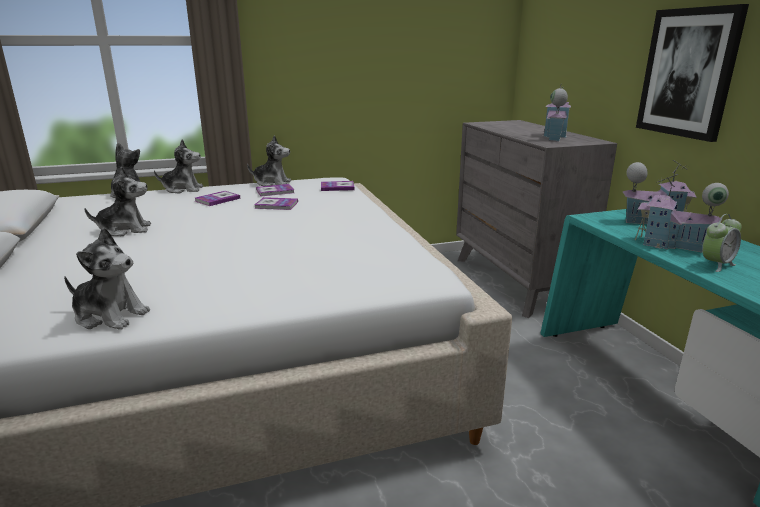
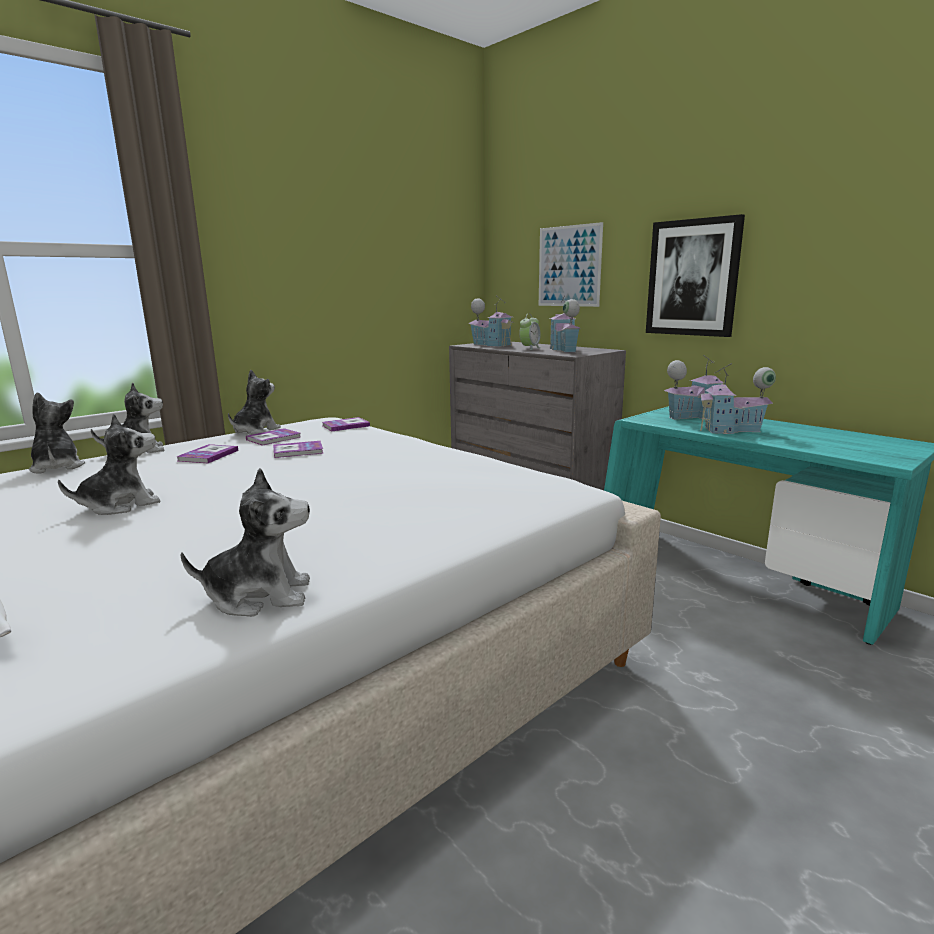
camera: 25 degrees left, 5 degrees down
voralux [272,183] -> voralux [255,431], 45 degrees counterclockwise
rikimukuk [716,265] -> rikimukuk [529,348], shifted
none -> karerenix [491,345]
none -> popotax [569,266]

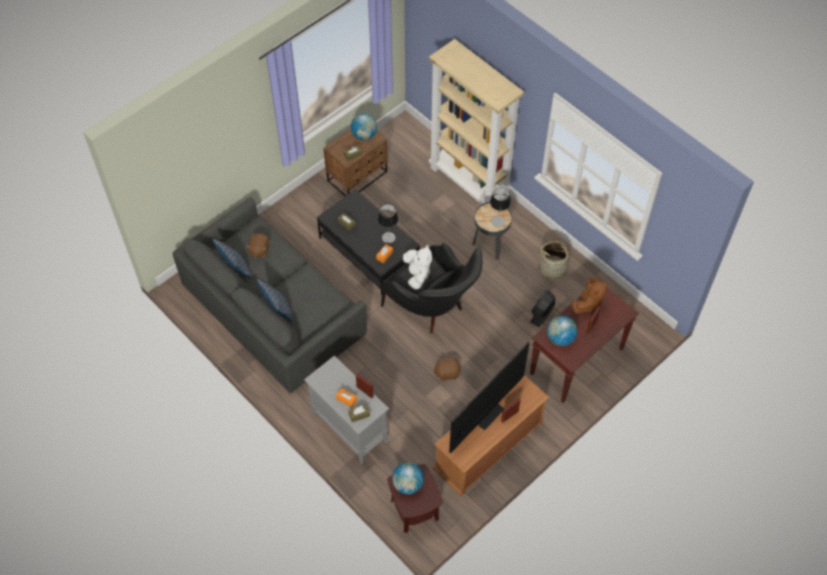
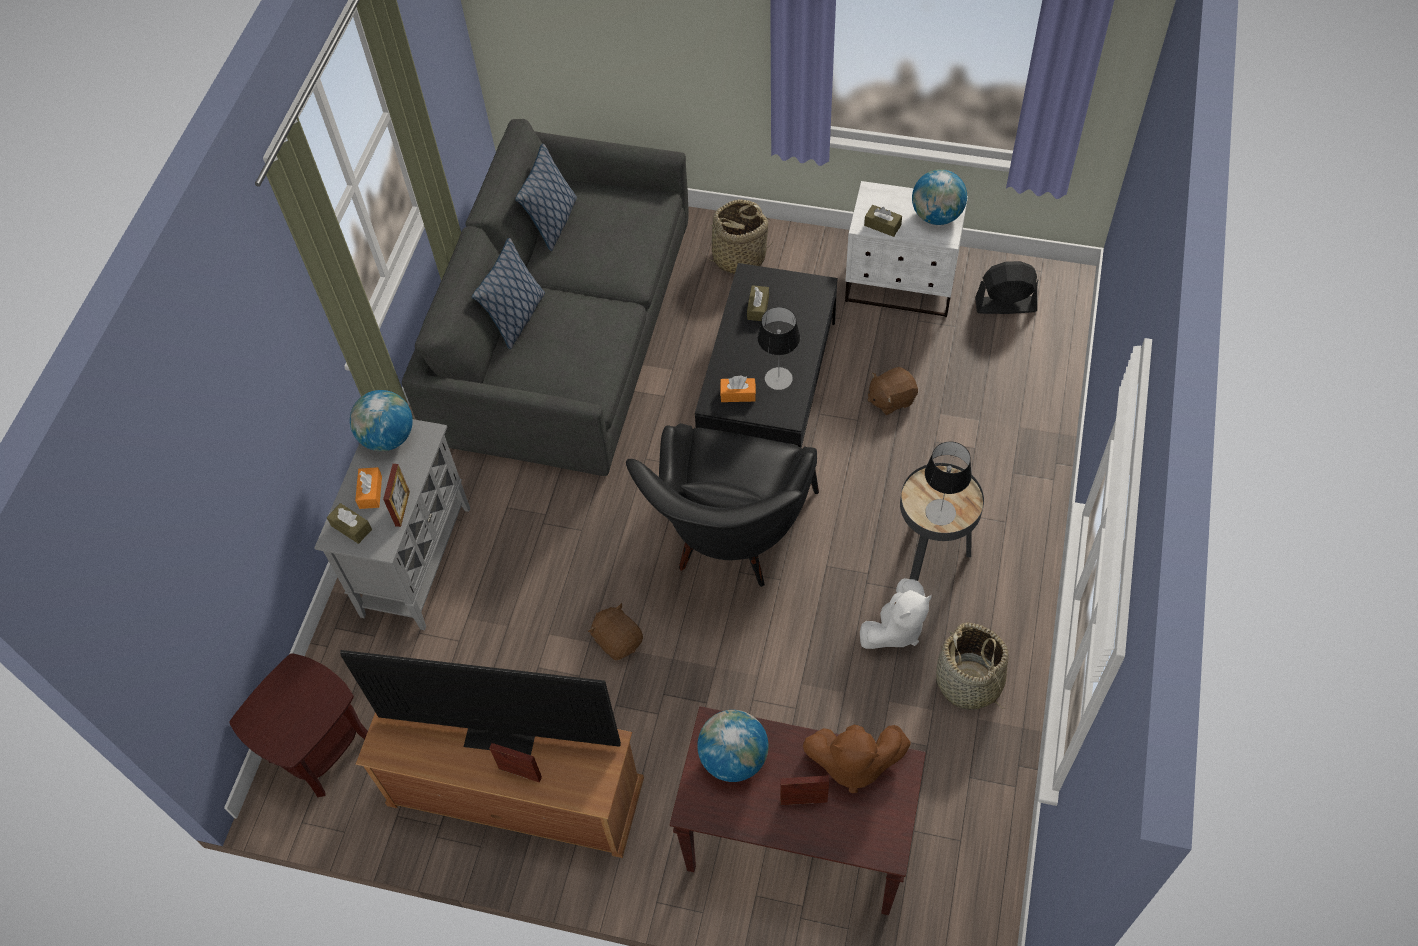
camera: 60 degrees right, 0 degrees up
voralux (brown) [259,250] -> voralux (brown) [891,399], shifted
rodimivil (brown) [358,177] -> rodimivil (white) [901,286]
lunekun [408,484] -> lunekun [388,437], shifted
voralux (white) [417,274] -> voralux (white) [895,629], shifted
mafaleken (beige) [469,184] -> none
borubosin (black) [542,313] -> borubosin (black) [1005,305], shifted
none -> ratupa [739,257]

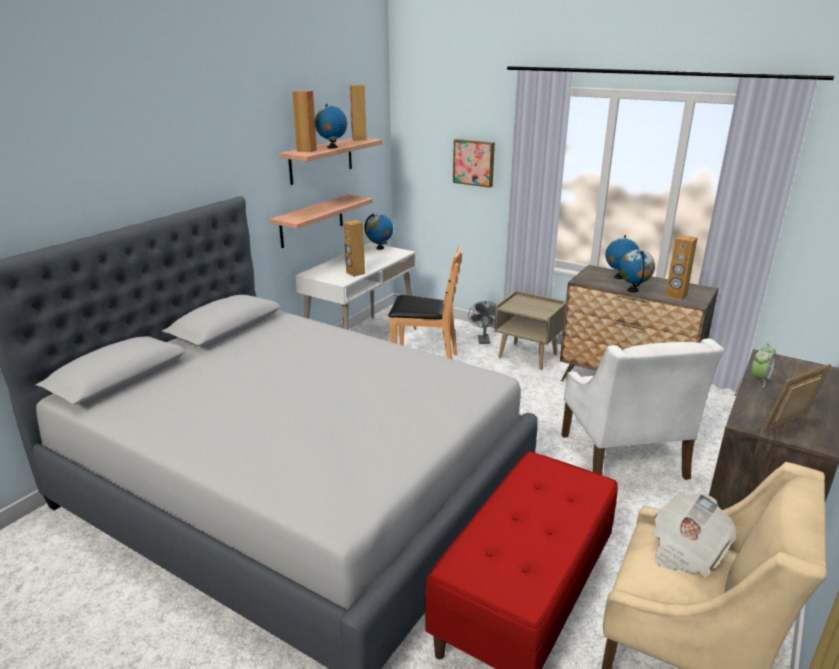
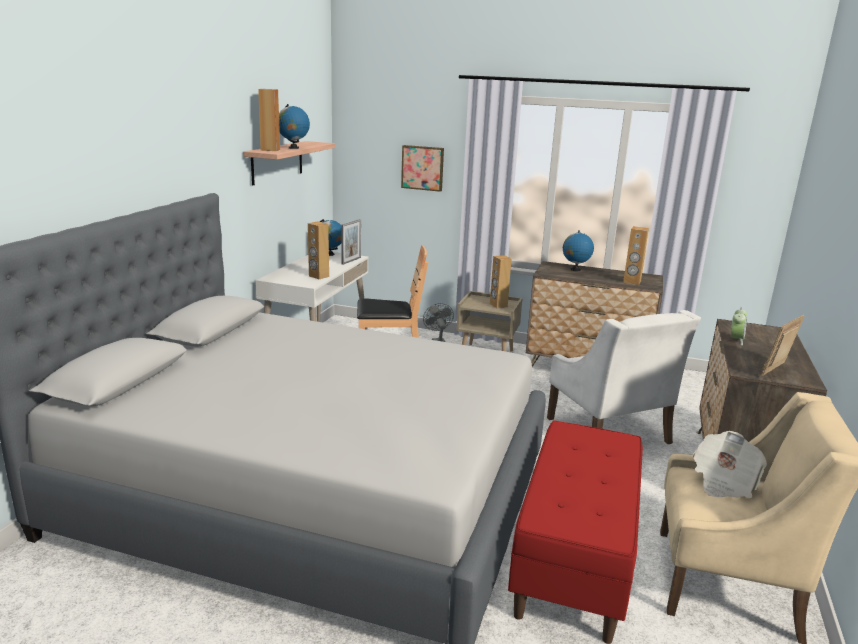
camera: 15 degrees left, 5 degrees down
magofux [312,221] -> none
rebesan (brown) [359,139] -> rebesan (brown) [498,305], shifted
lunekun [633,290] -> none
none -> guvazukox [351,261]

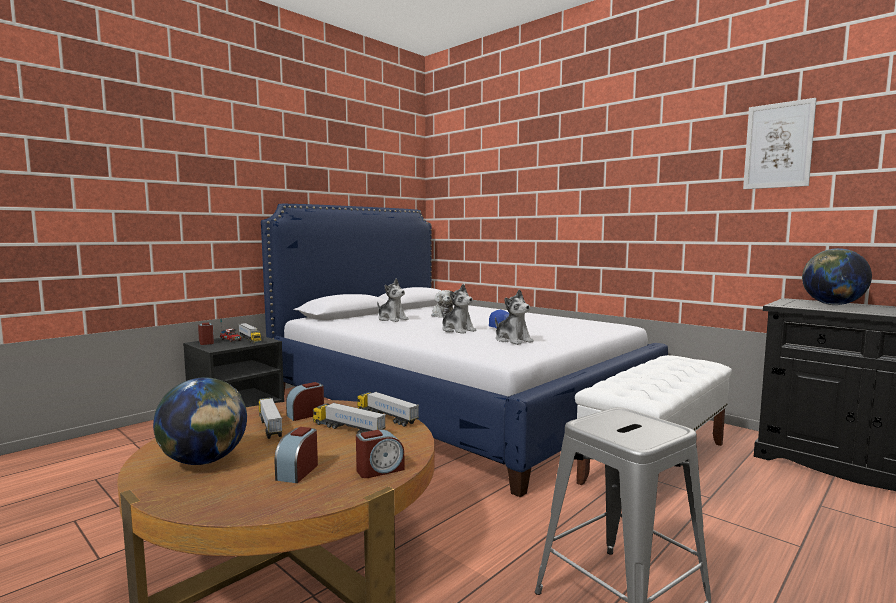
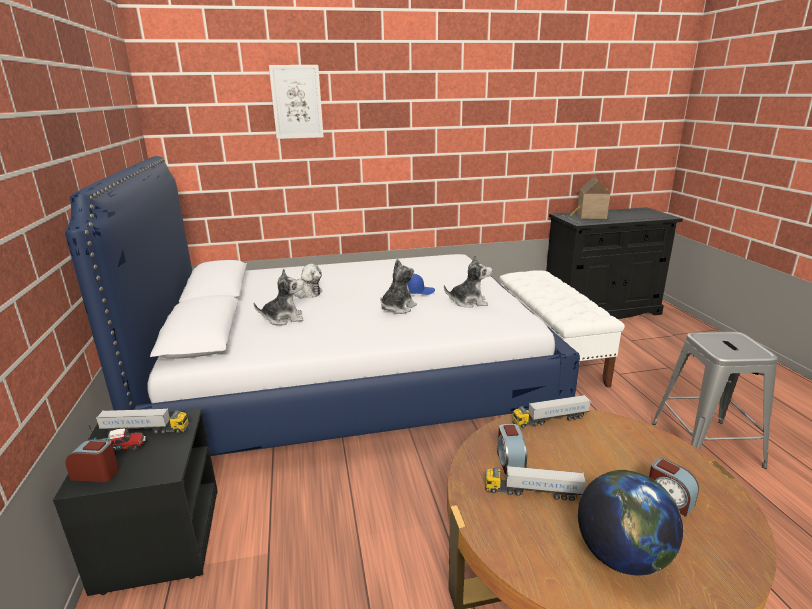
camera: 55 degrees left, 15 degrees up
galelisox [348,429] -> none
rikimukuk [380,470] -> none
voralux [457,330] -> voralux [397,308], 45 degrees counterclockwise
popotax [778,145] -> popotax [297,102], shifted
lunekun [833,305] -> karerenix [589,216]

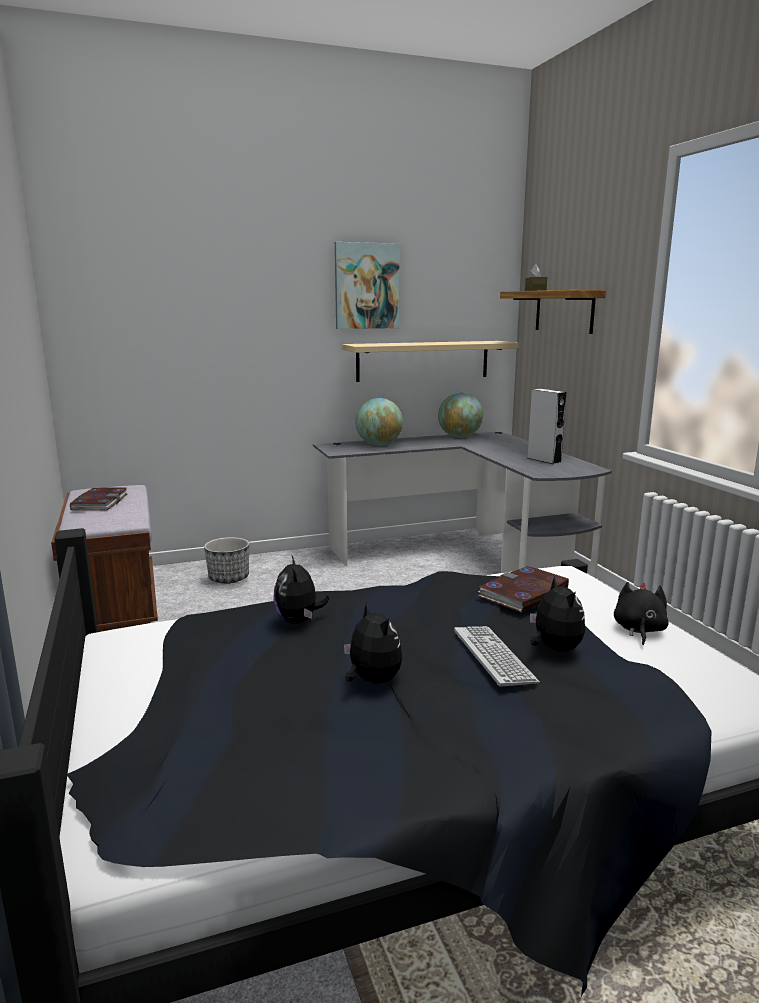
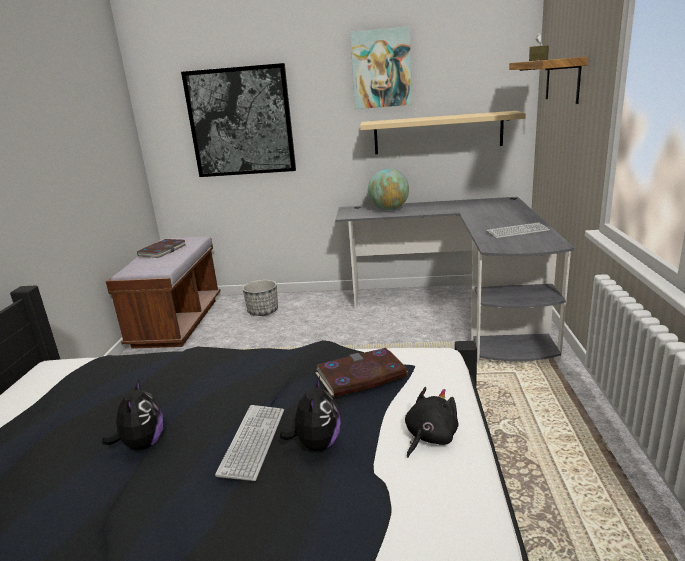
camera: 25 degrees right, 5 degrees up
voralux [299,621] -> none
lunekun [459,437] -> none
rebesan (grey) [544,460] -> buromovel [517,231]
none -> popotax [241,122]

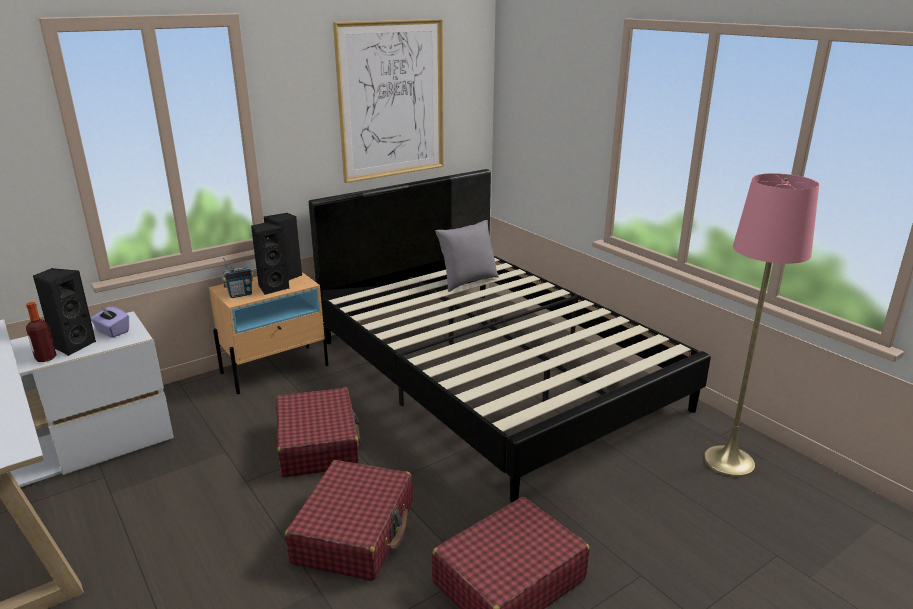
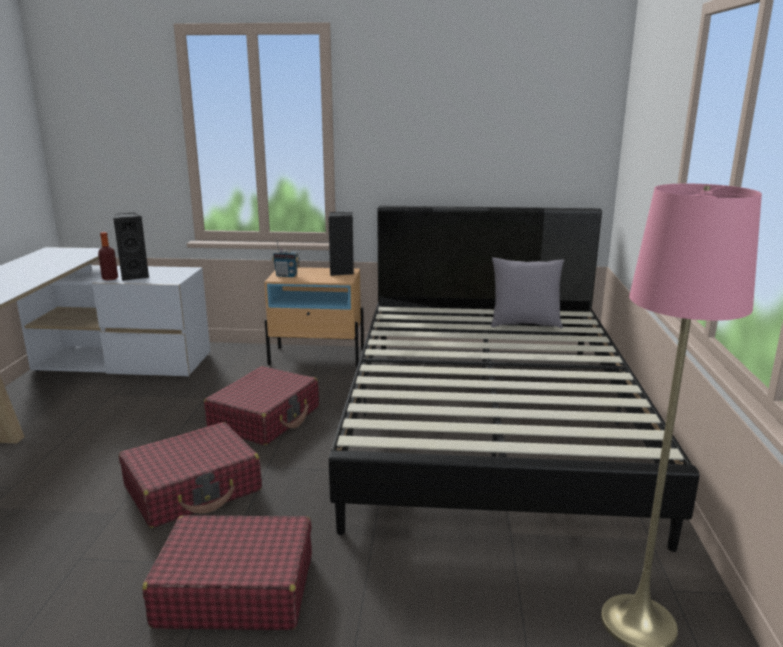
camera: 40 degrees right, 5 degrees down
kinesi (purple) [112,331] -> none
rebesan (black) [272,288] -> none
popotax [392,100] -> none

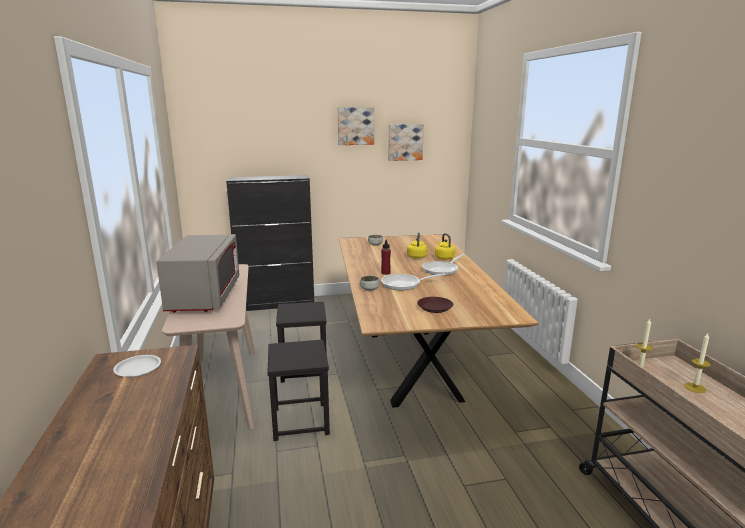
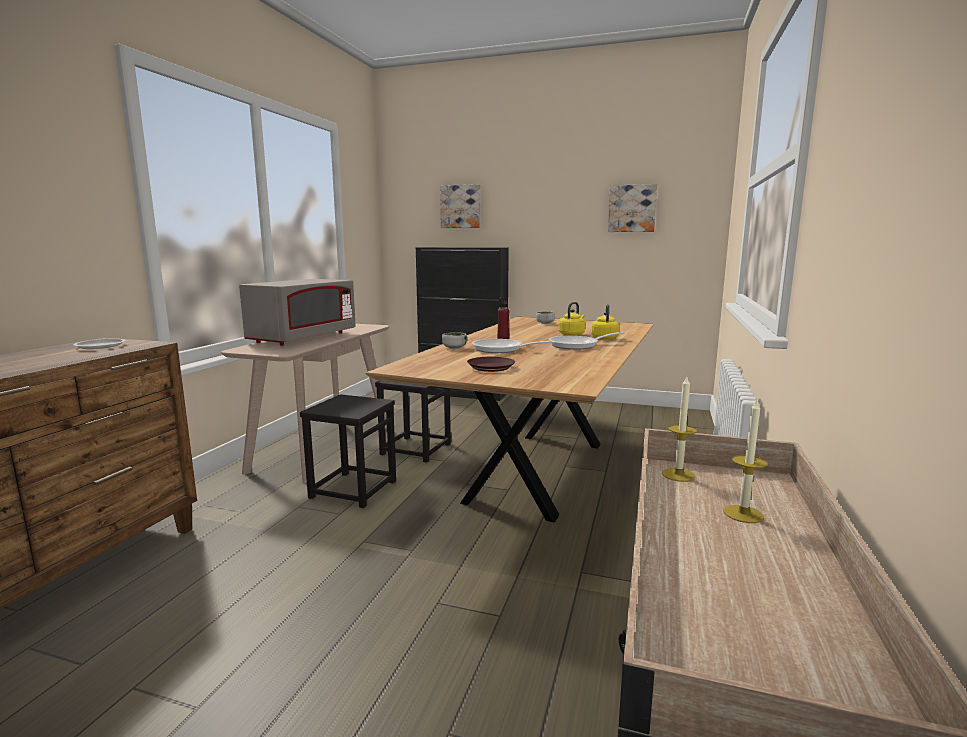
camera: 30 degrees right, 5 degrees down
popotax [355,126] -> popotax [461,206], shifted

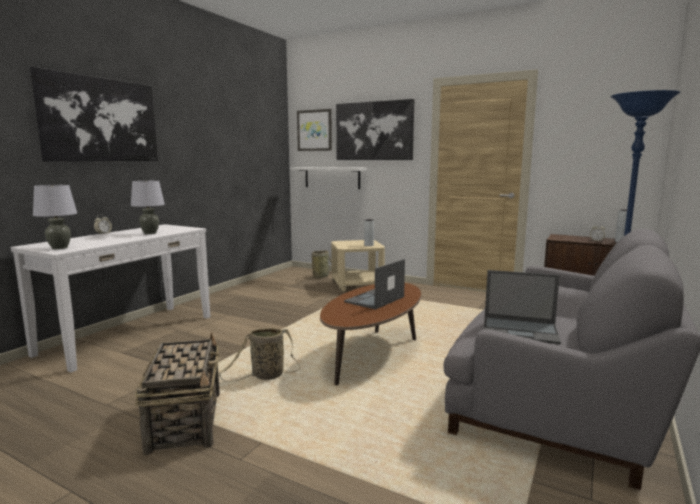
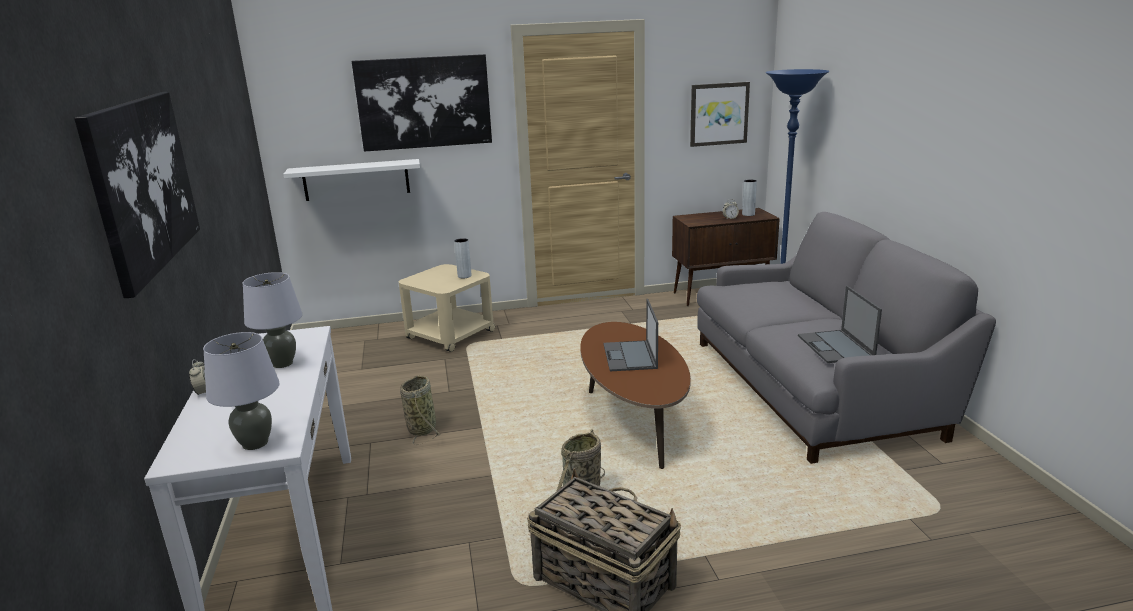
camera: 40 degrees left, 10 degrees up
popotax [314,130] -> popotax [719,114], shifted
ratupa [321,276] -> ratupa [422,428], shifted
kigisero [520,330] -> kigisero [836,347], 105 degrees clockwise

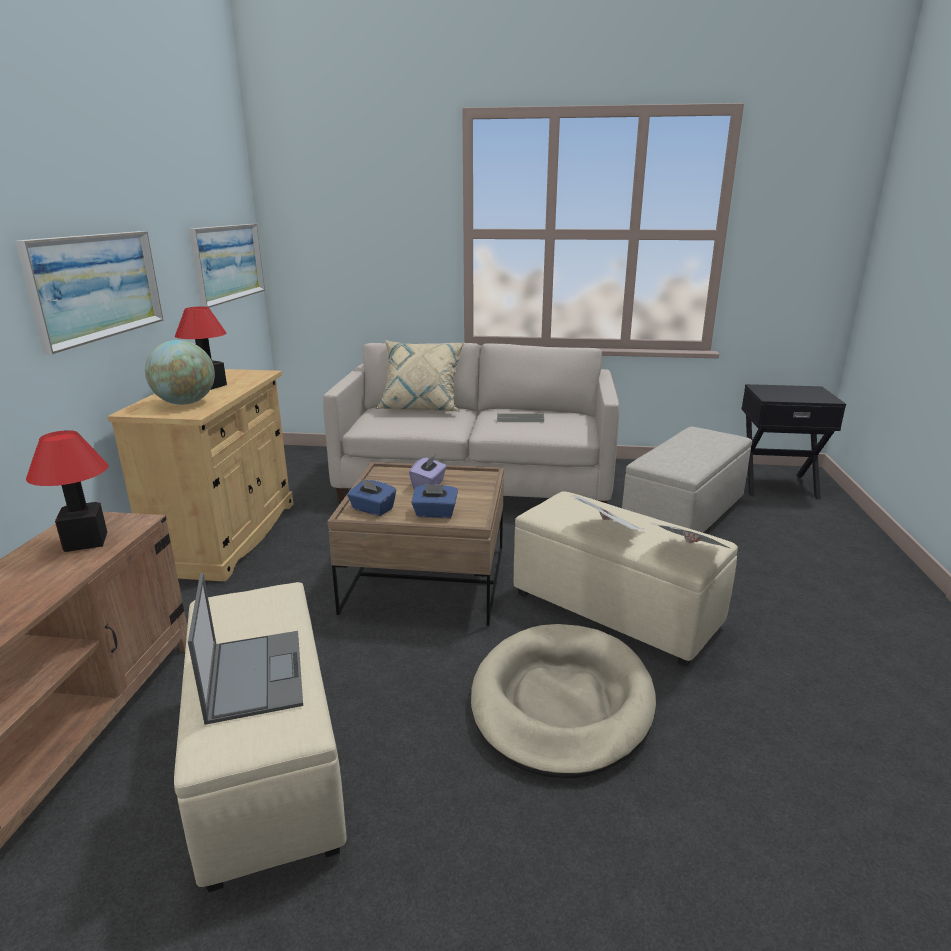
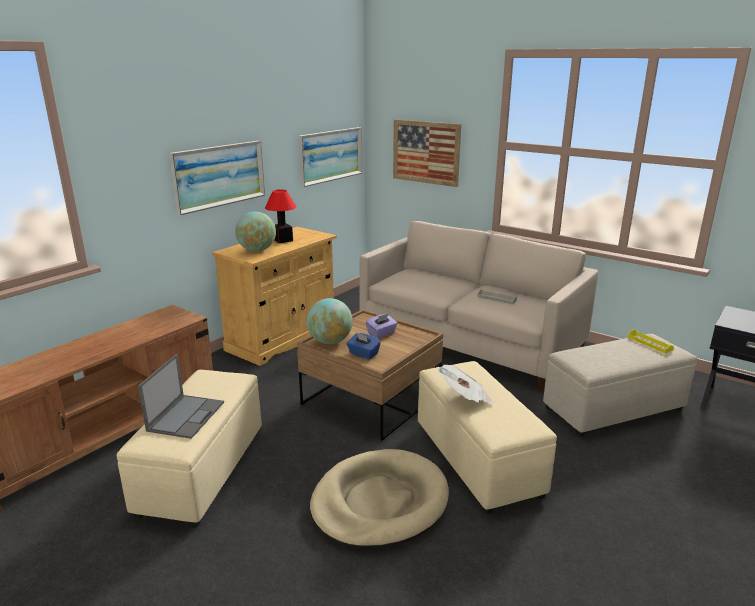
camera: 30 degrees right, 0 degrees up
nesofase [86,541] -> none
kinesi (blue) [372,509] -> lunekun [330,341]
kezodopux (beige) [421,408] -> none
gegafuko [690,555] -> none
none -> popotax [426,152]
none -> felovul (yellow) [649,343]

